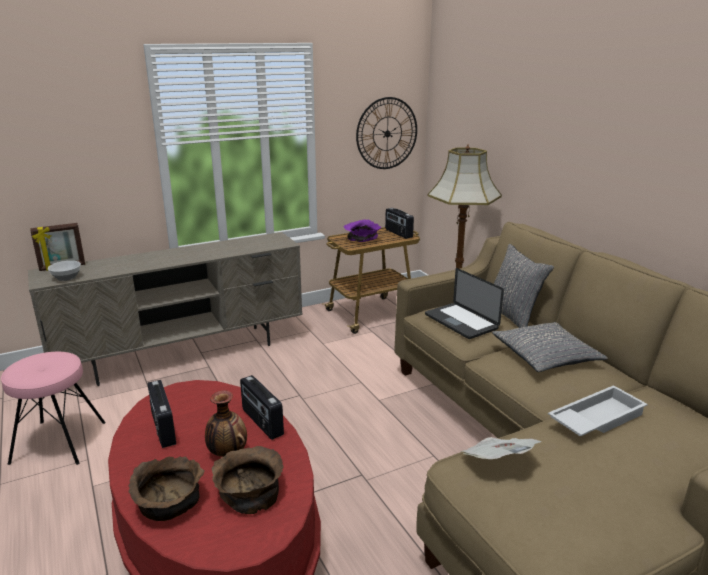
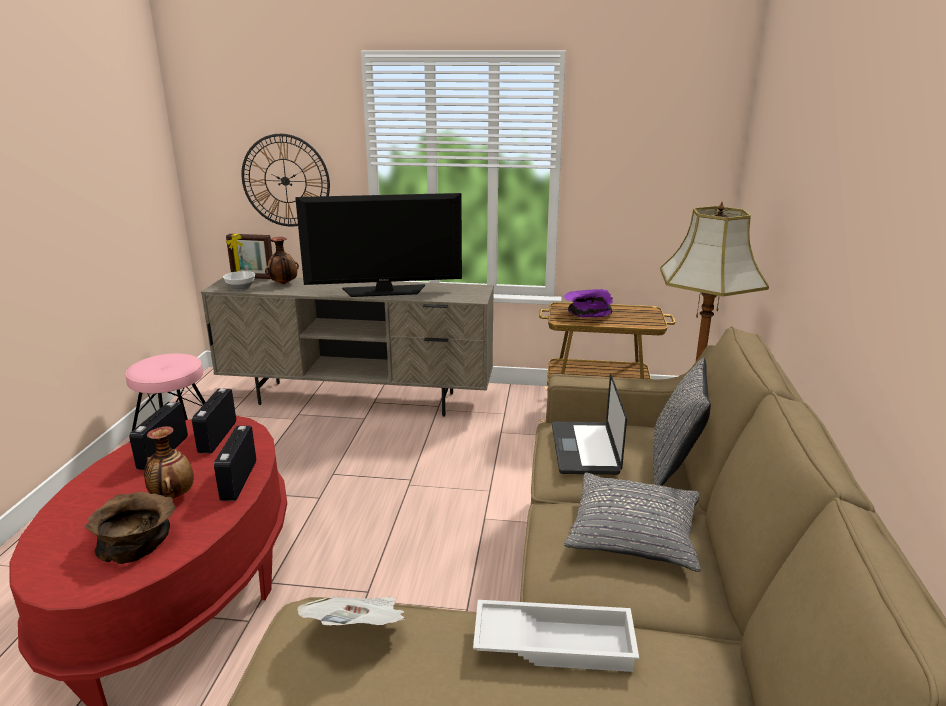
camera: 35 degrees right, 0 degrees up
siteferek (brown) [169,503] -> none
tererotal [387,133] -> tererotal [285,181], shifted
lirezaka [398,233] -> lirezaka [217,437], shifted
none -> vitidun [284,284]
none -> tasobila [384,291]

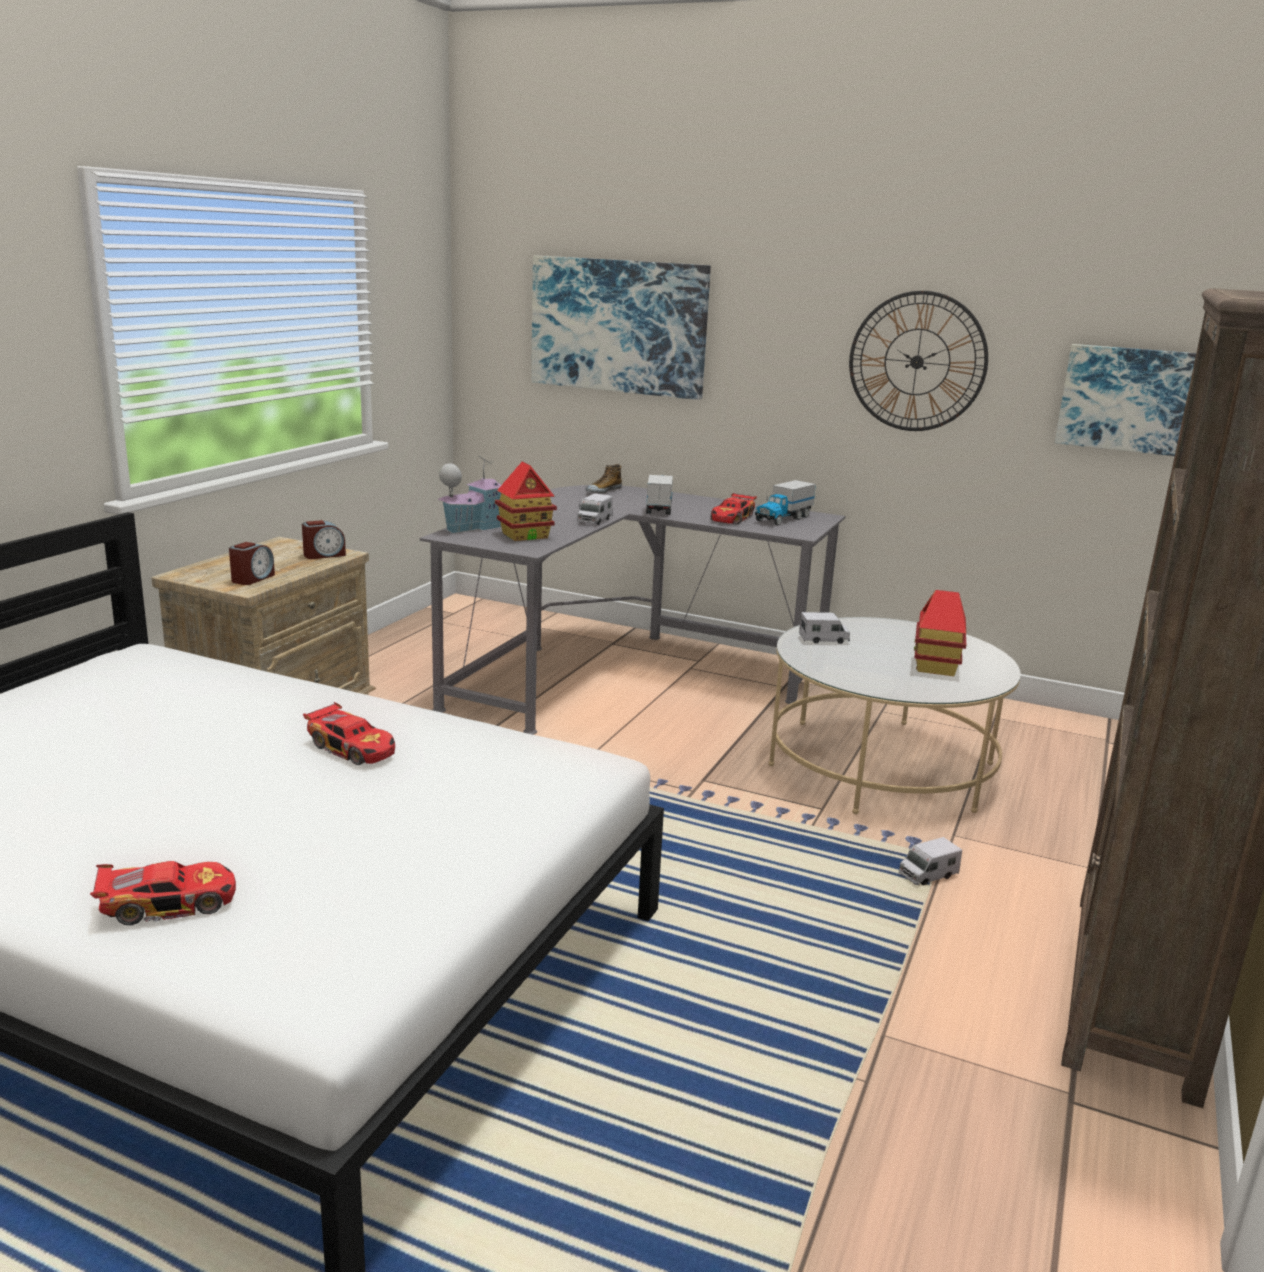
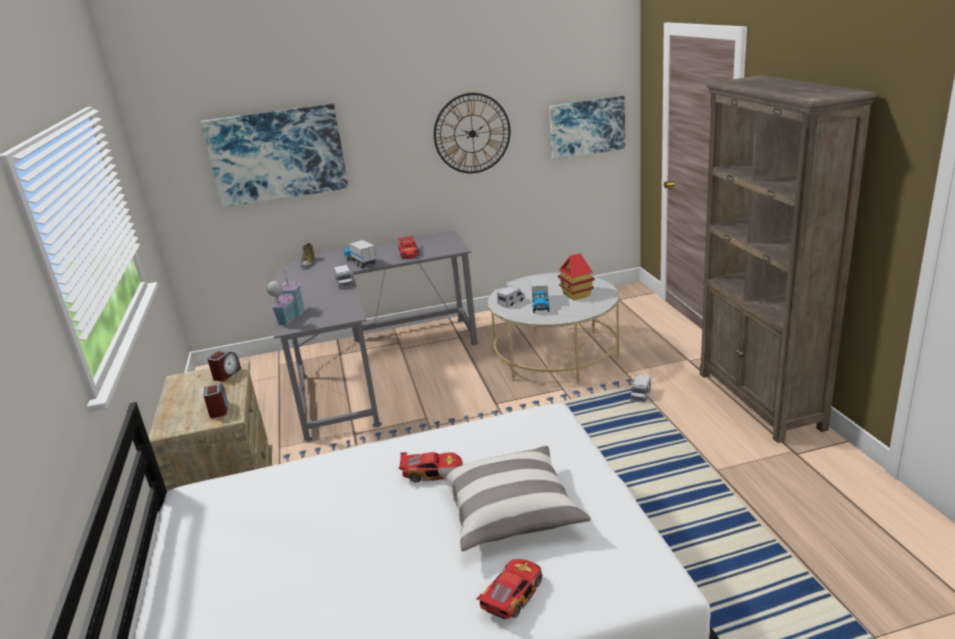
camera: 35 degrees left, 5 degrees up
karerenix [525,535] -> none
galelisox [783,519] -> galelisox [540,304], shifted
none -> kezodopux [510,512]

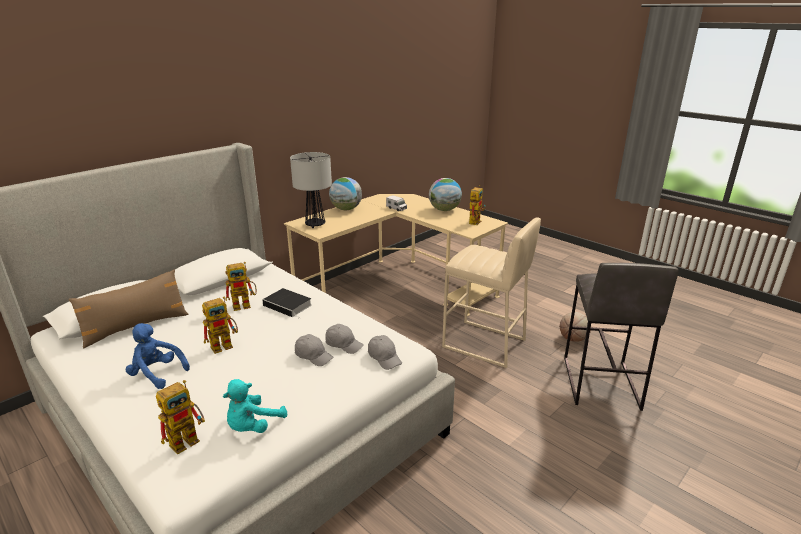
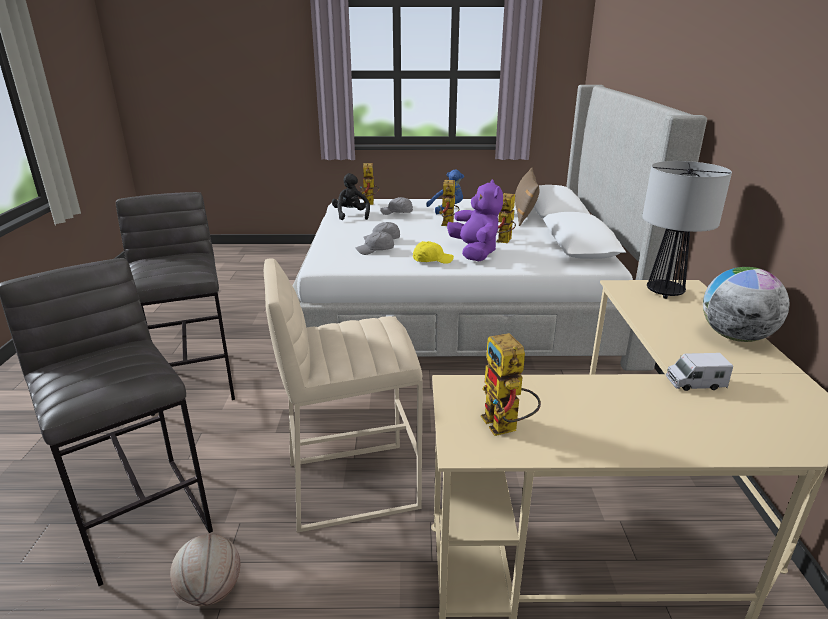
camera: 135 degrees right, 0 degrees up
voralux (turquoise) [253,426] -> voralux (black) [351,215]
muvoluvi [289,305] -> voralux (purple) [475,252]
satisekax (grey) [384,358] -> satisekax (grey) [397,213], shifted
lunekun [444,210] -> none
none -> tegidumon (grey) [194,381]
none -> satisekax (yellow) [432,260]

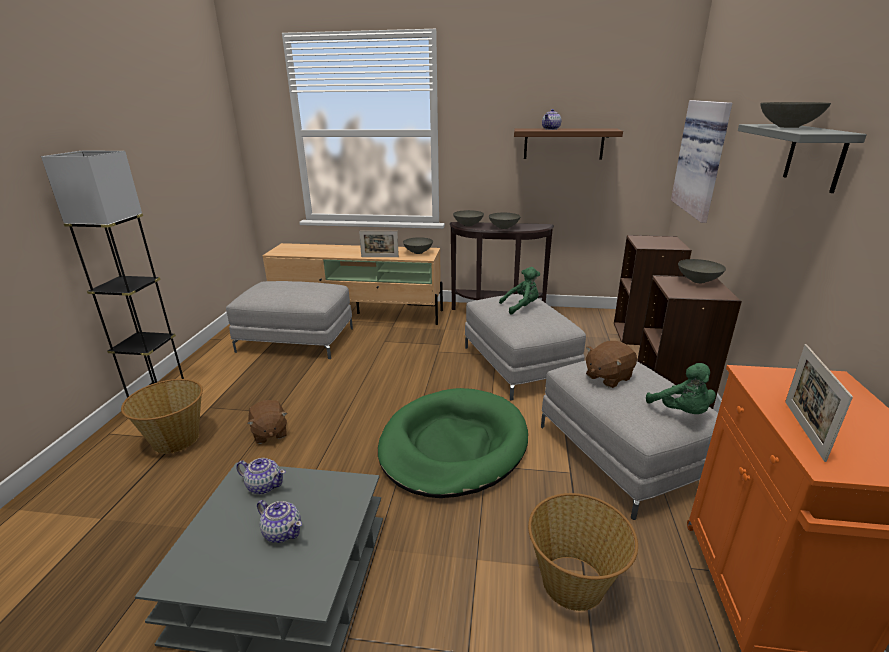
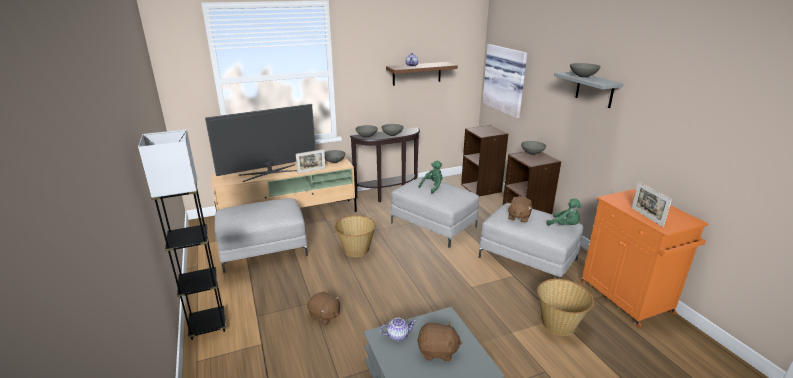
camera: 30 degrees left, 0 degrees up
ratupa [175,439] -> ratupa [356,250], shifted
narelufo [282,532] -> voralux (brown) [437,351]
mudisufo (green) [453,445] -> none
none -> tasobila [270,172]

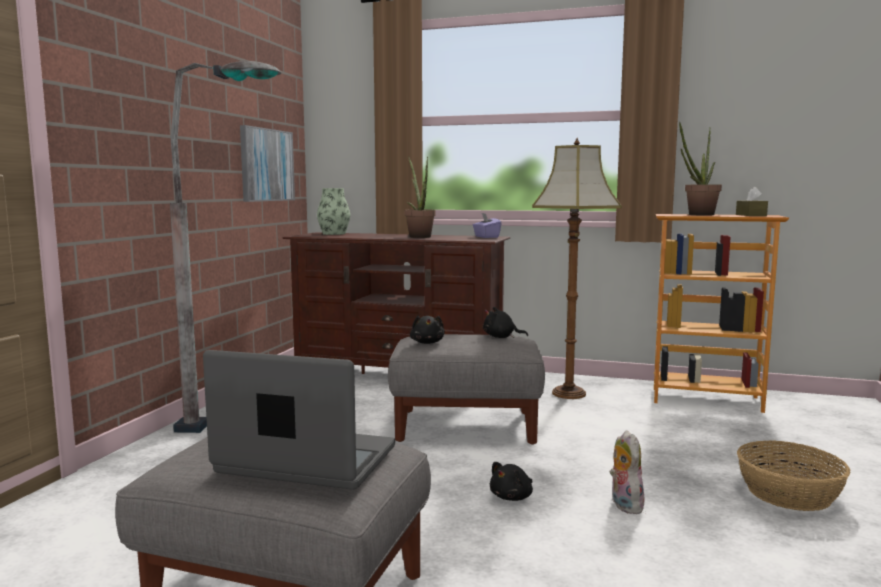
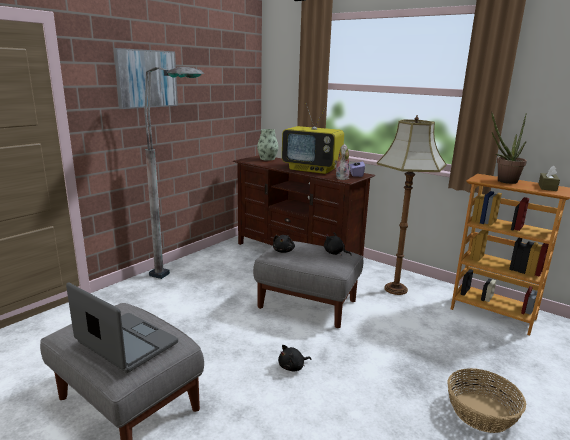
camera: 20 degrees right, 10 degrees up
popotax [266,165] -> popotax [146,79], shifted
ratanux [418,236] -> tasobila [312,169]
voralux [624,504] -> voralux [341,178], shifted

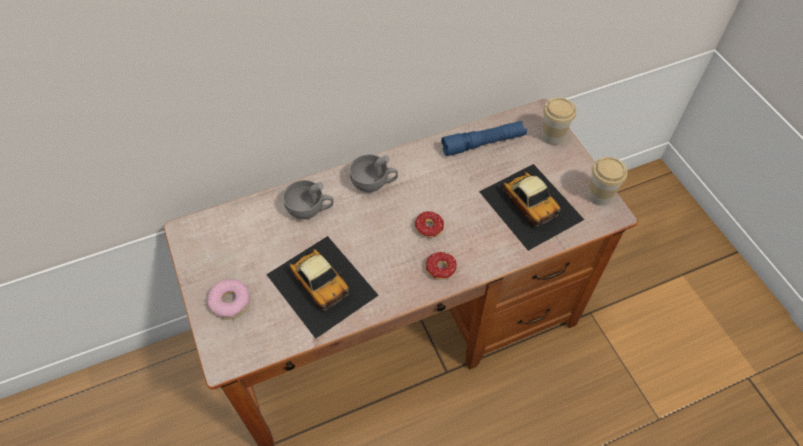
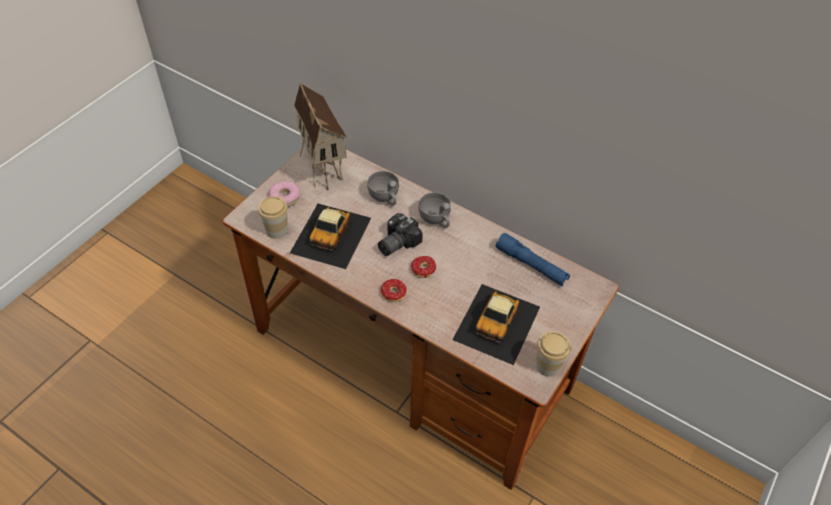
camera: 55 degrees right, 5 degrees down
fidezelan [552,136] -> fidezelan [276,230], shifted
none -> karerenix [324,170]
none -> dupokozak [395,242]

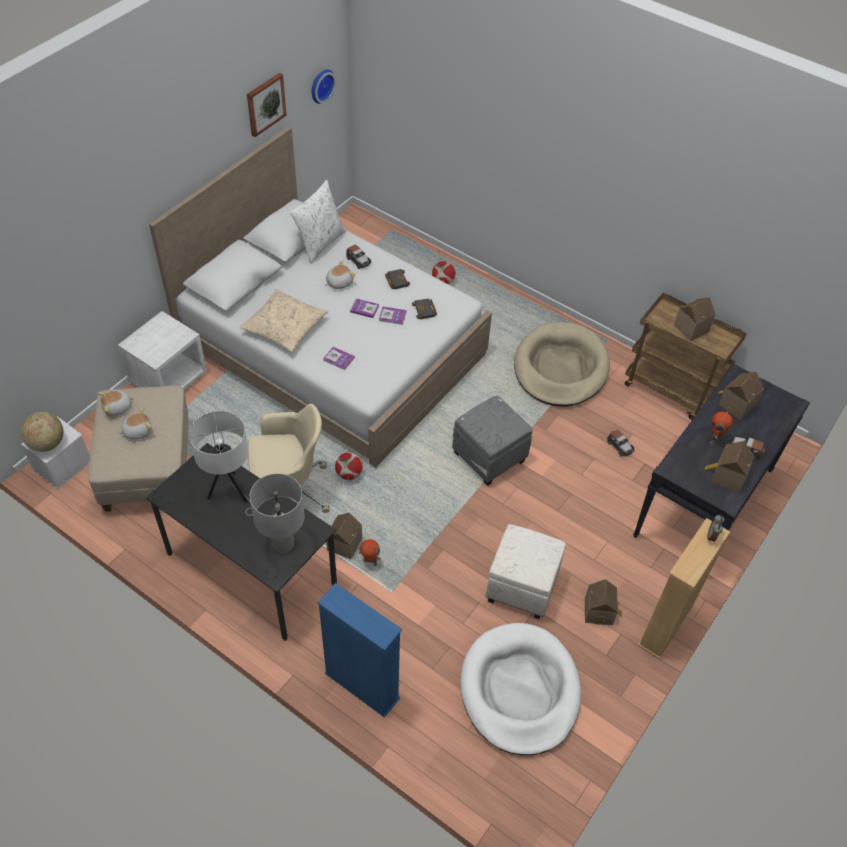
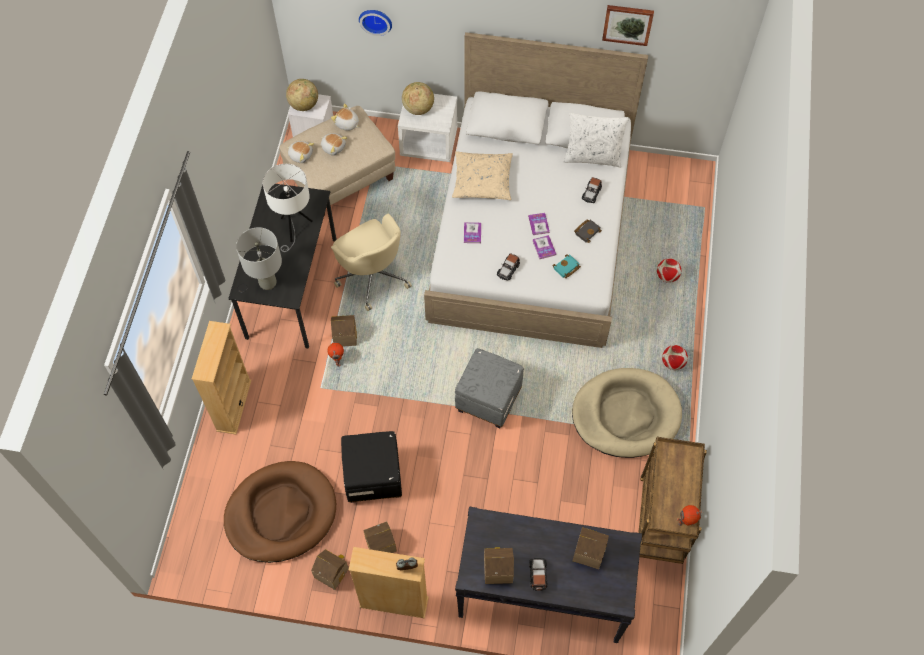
camera: 65 degrees right, 10 degrees up
tererotal [321,85] -> tererotal [376,20], shifted
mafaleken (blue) [362,686] -> mafaleken (beige) [233,405]
voralux [339,282] -> voralux [301,155], shifted
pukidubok [349,474] -> pukidubok [673,363], shifted
muvoluvi (black) [425,311] -> muvoluvi (turquoise) [566,268]
mudisufo (white) [519,690] -> mudisufo (brown) [281,513]
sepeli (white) [522,588] -> sepeli (black) [373,478]
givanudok [619,446] -> givanudok [508,269], shifted
karerenix [690,327] -> karerenix [332,571], shifted
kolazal [714,439] -> kolazal [685,524], shifted
none -> lunekun [418,108]

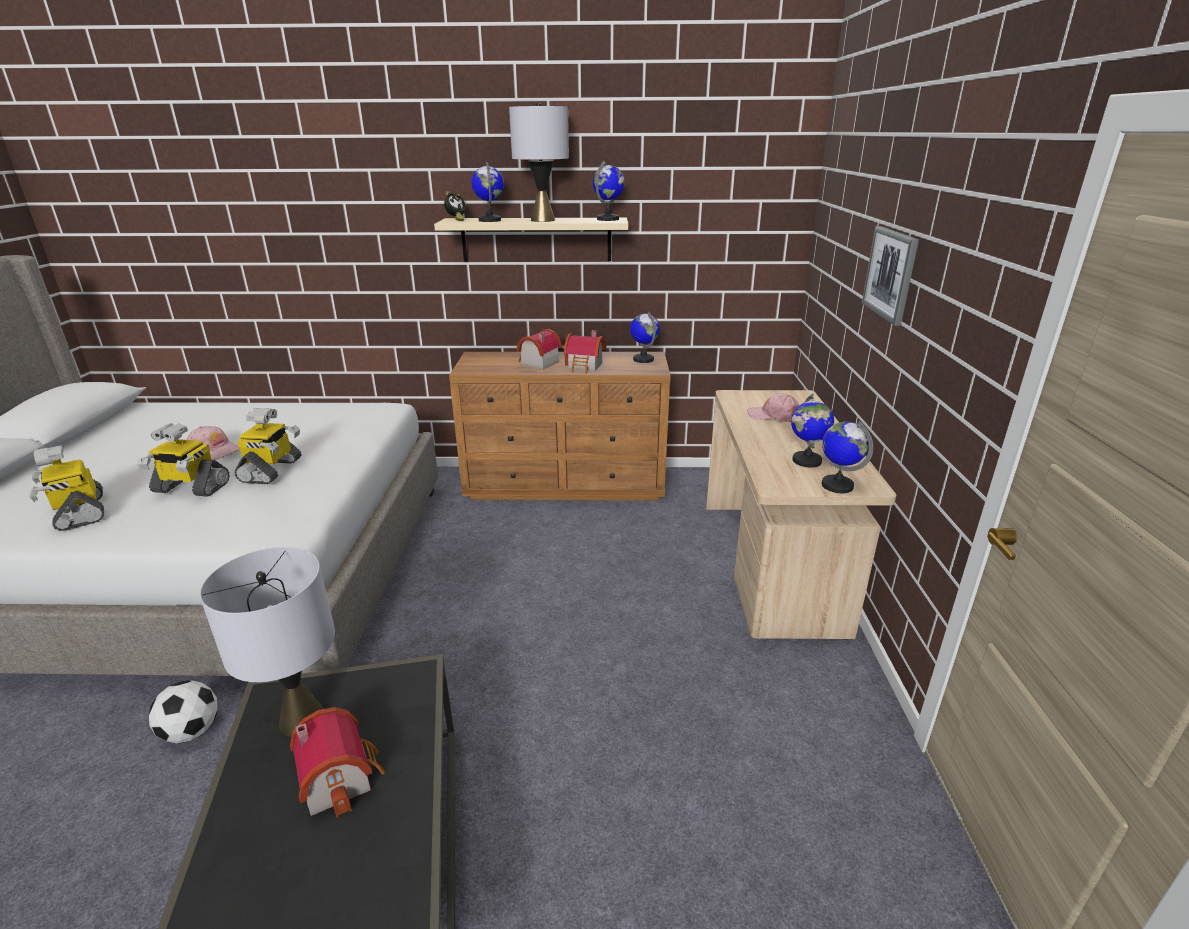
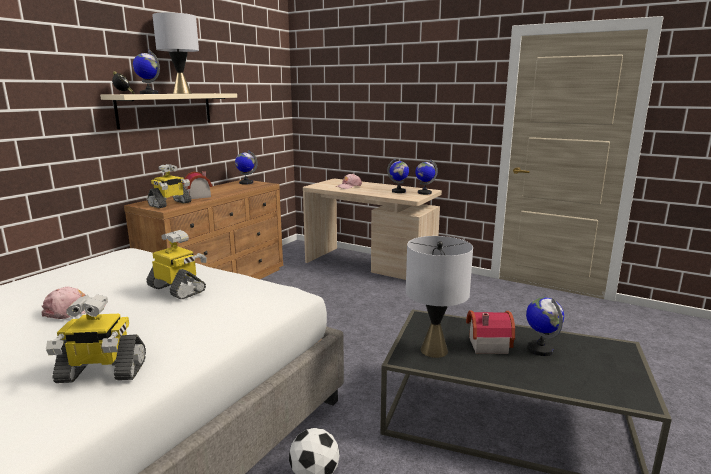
camera: 60 degrees left, 10 degrees down
kolazal [190,488] -> kolazal [170,204], shifted
karerenix [585,366] -> none
lunekun [608,219] -> lunekun [540,349], shifted
popotax [890,274] -> none

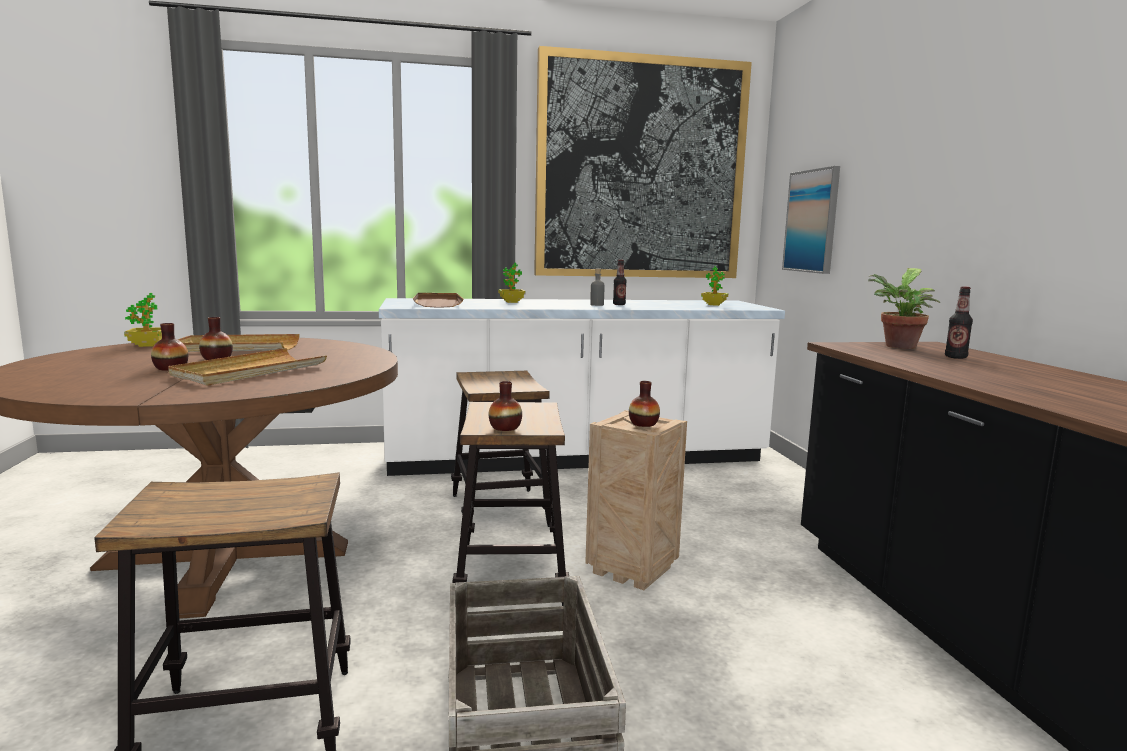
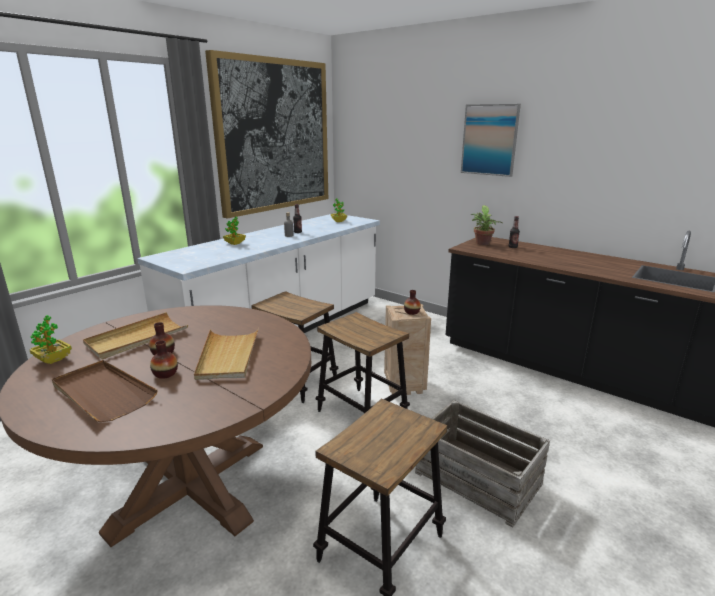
camera: 40 degrees left, 10 degrees up
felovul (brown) [438,303] -> felovul (brown) [102,393], shifted
vitidun [505,428] -> none
popotax [812,221] -> popotax [489,140], shifted

